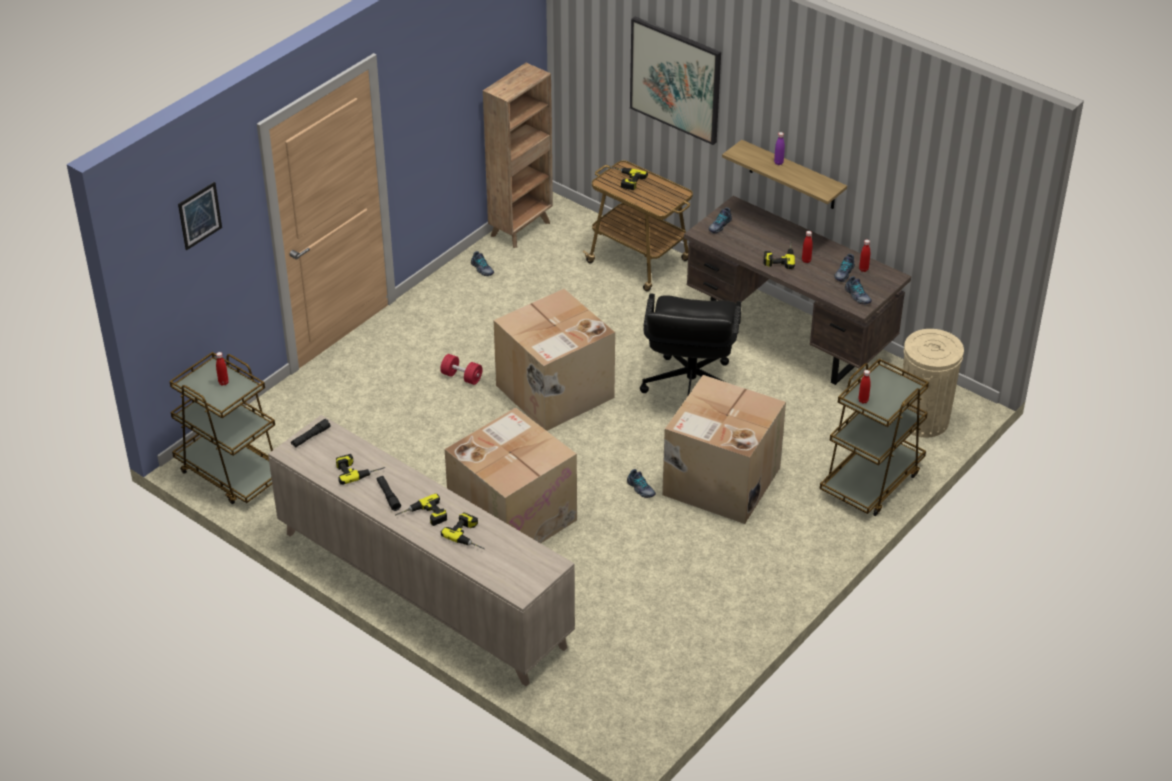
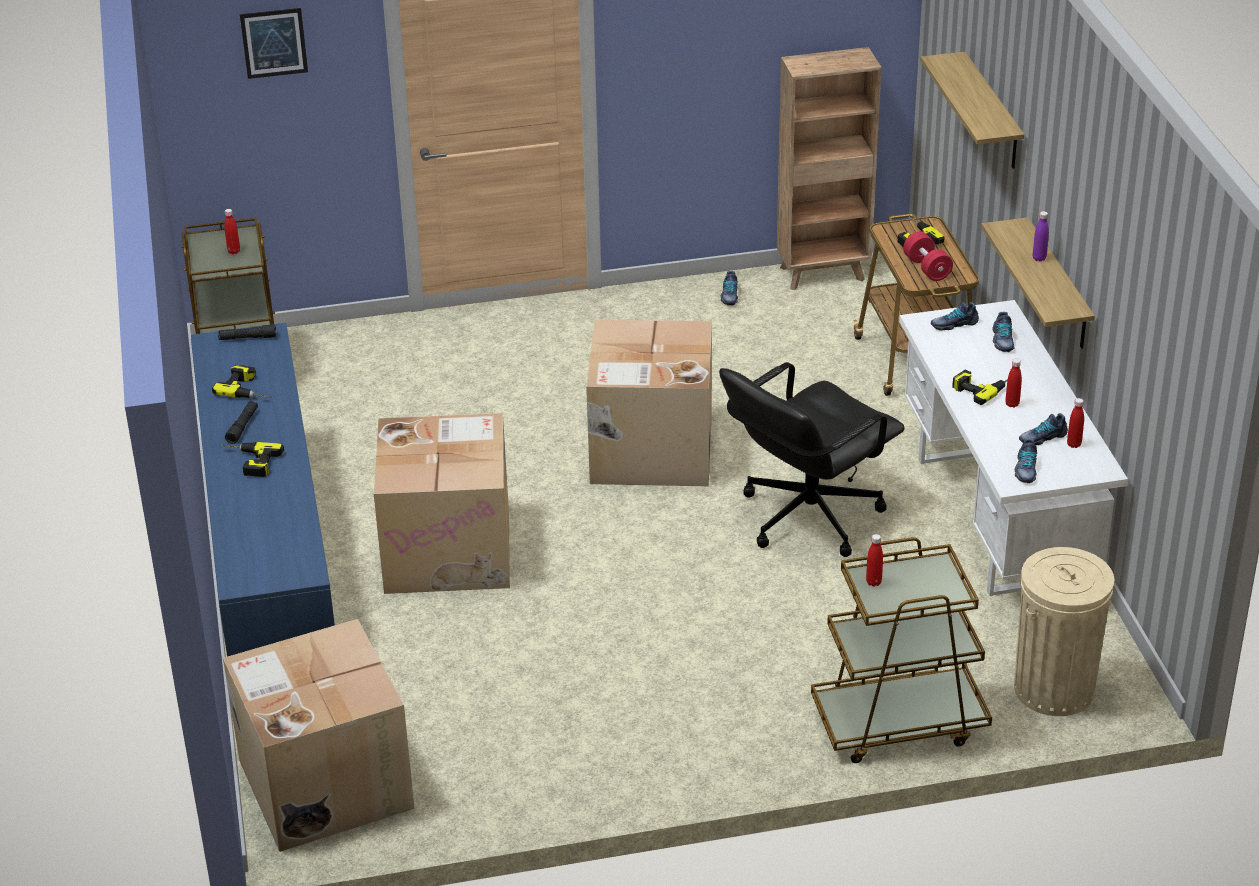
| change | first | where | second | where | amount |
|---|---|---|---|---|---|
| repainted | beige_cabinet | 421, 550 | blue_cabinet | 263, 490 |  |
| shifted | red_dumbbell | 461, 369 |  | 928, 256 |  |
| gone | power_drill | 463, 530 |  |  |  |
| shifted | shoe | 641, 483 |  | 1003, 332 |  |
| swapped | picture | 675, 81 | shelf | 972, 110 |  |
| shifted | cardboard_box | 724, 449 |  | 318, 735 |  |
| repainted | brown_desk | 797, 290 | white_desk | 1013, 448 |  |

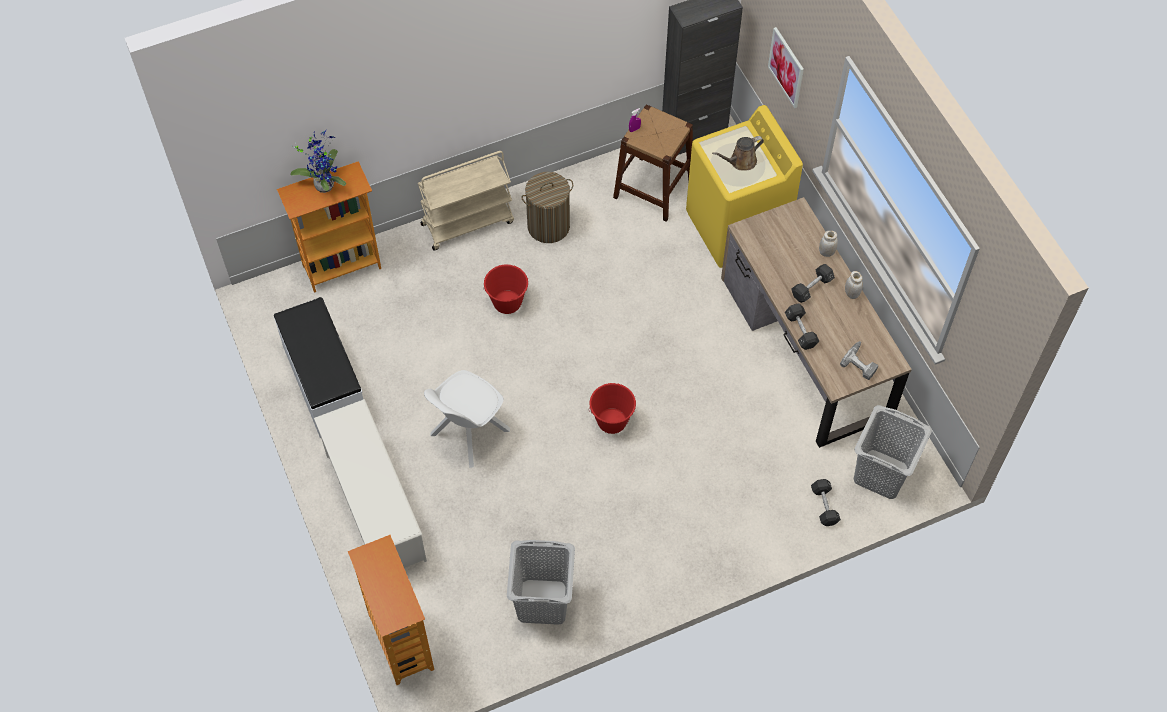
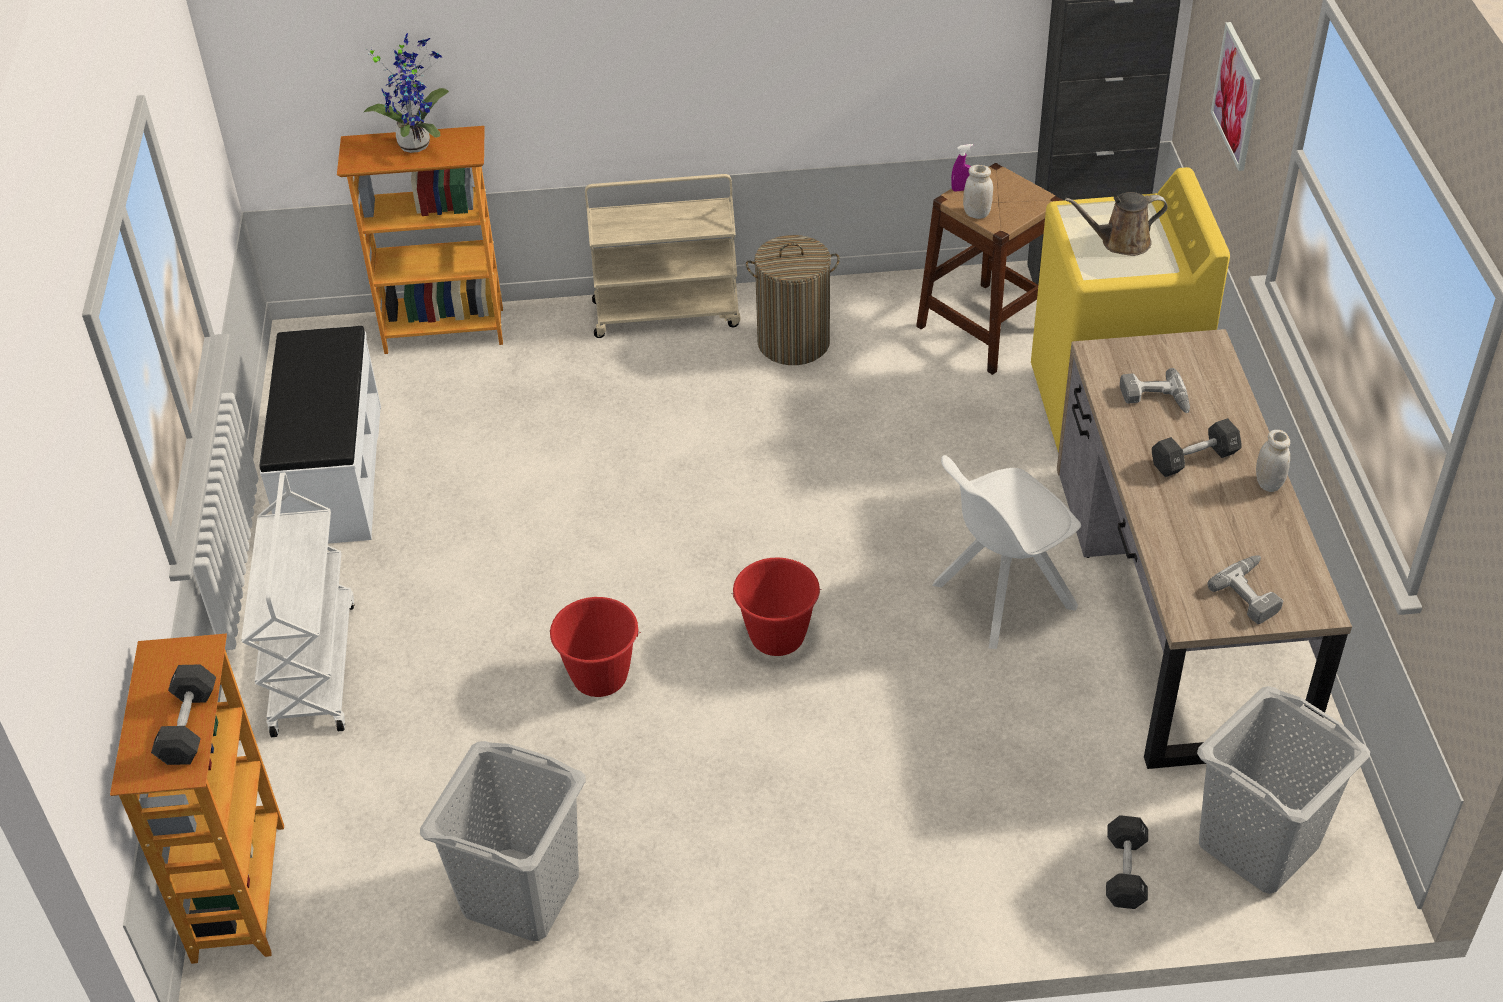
| change | first | where | second | where | amount |
|---|---|---|---|---|---|
| swapped | white_shoe_rack | 370, 483 | white_cart | 298, 604 |  |
| shifted | white_chair | 467, 419 |  | 1006, 552 |  |
| shifted | red_bucket | 505, 289 |  | 595, 647 |  |
| shifted | black_dumbbell | 802, 327 |  | 183, 714 |  |
| shifted | white_jar | 828, 244 |  | 978, 192 |  |
| new |  |  | power_drill | 1155, 390 |  |

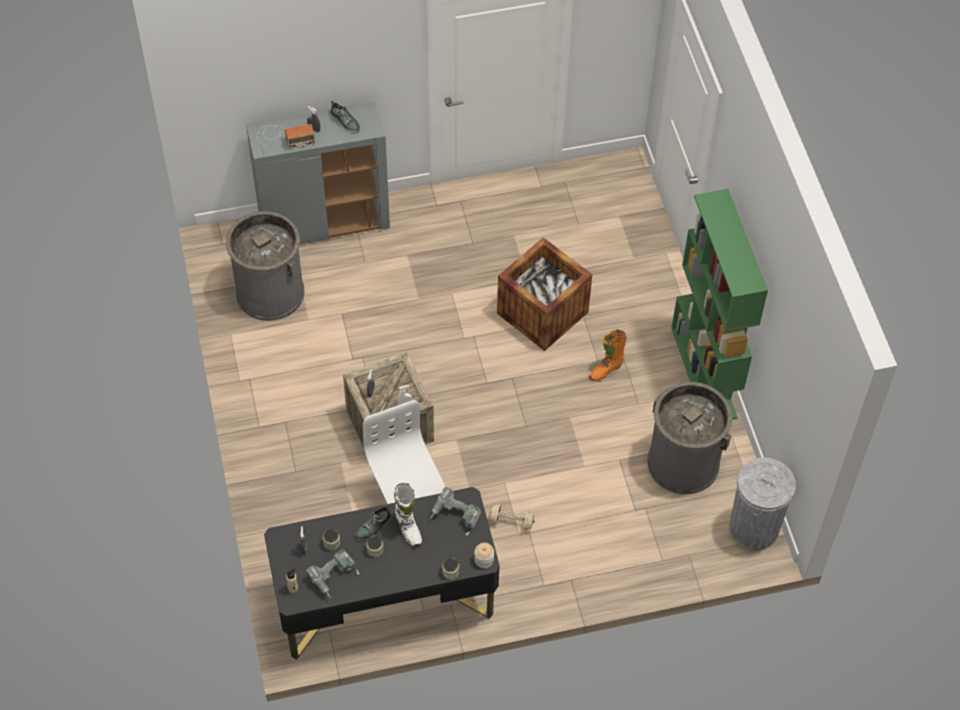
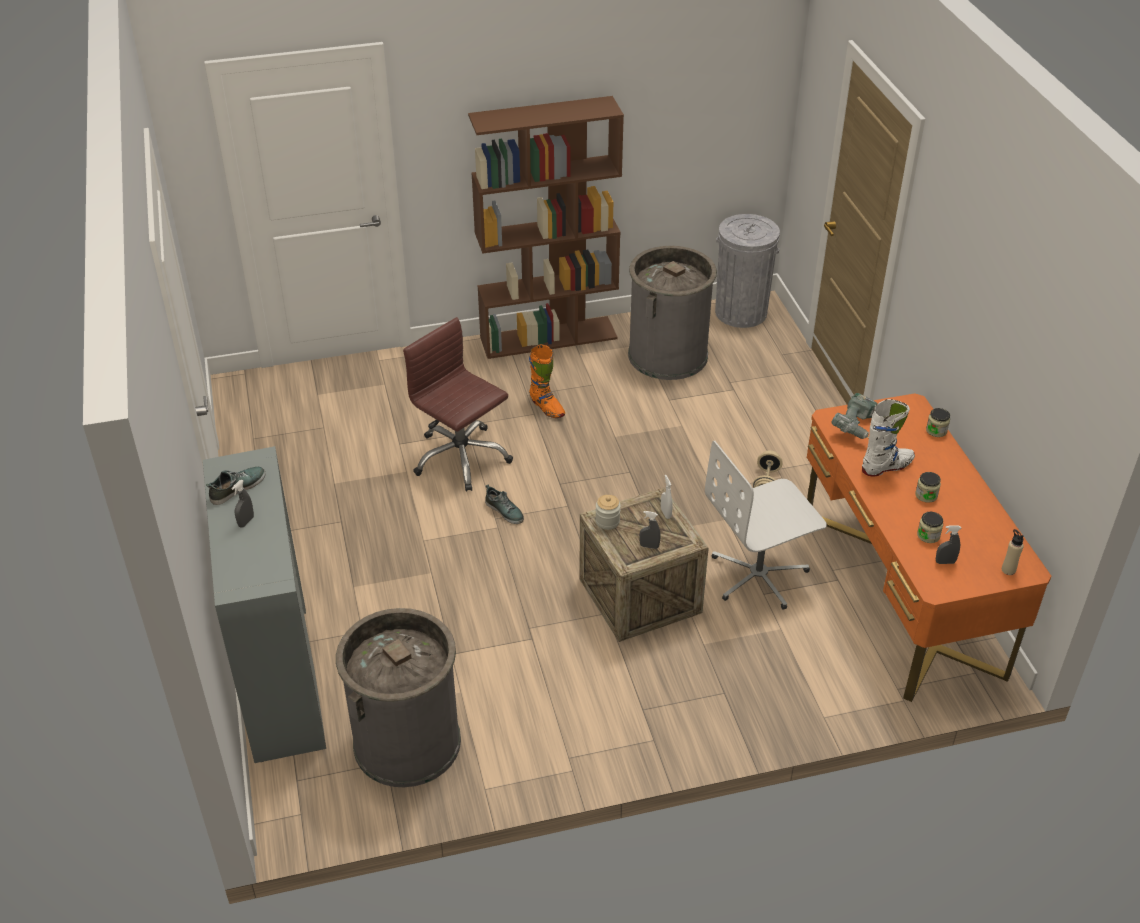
| change | first | where | second | where | amount |
|---|---|---|---|---|---|
| gone | radio | 286, 136 |  |  |  |
| repainted | black_desk | 382, 573 | orange_desk | 929, 547 |  |
| gone | power_drill | 332, 573 |  |  |  |
| shifted | shoe | 373, 523 |  | 504, 504 |  |
| shifted | jar | 484, 555 |  | 608, 512 |  |
| swapped | crate | 544, 294 | brown_office_chair | 458, 404 |  |
| repainted | green_bookcase | 720, 304 | brown_bookcase | 546, 227 |  |

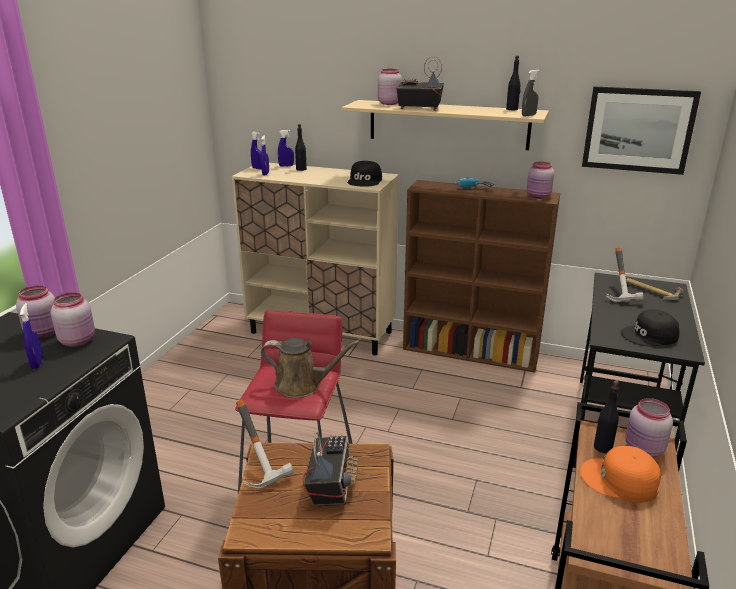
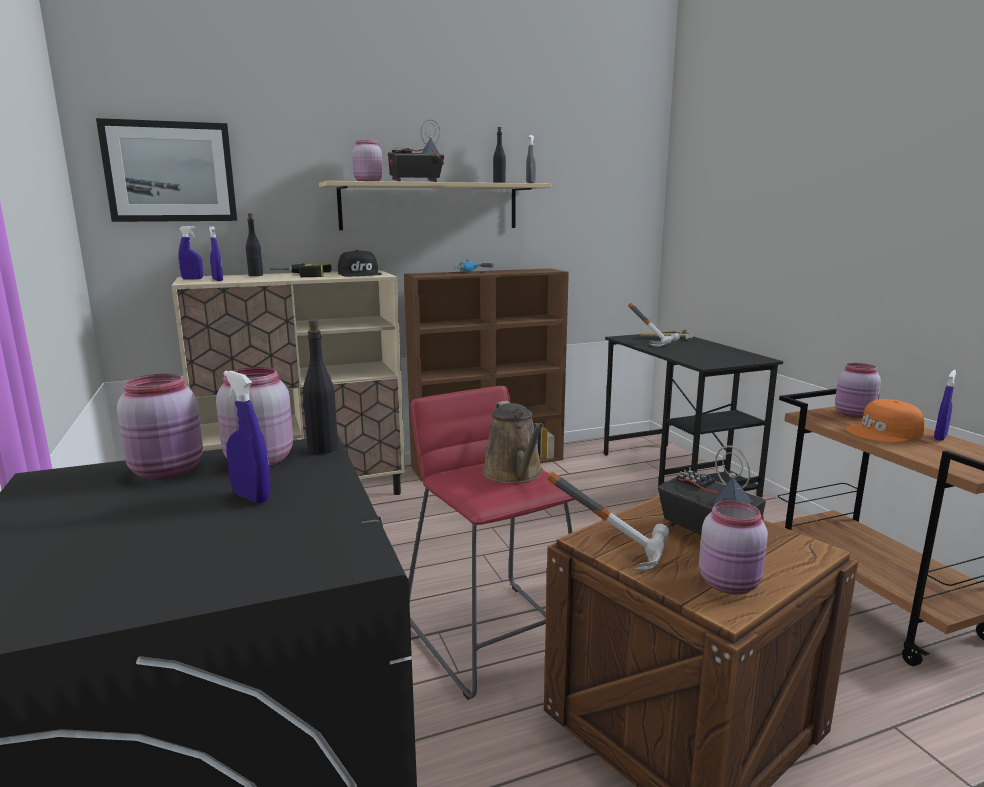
| change | first | where | second | where | amount |
|---|---|---|---|---|---|
| rotated | brown_watering_can | 310, 368 |  | 513, 442 | 105 degrees clockwise |
| shifted | blue_spray_bottle | 286, 148 |  | 945, 405 |  |
| shifted | pink_jar | 540, 180 |  | 733, 547 |  |
| shifted | picture | 641, 130 |  | 166, 170 |  |
| shifted | black_bottle | 606, 417 |  | 320, 387 |  |
| gone | black_cap | 650, 328 |  |  |  |
| new |  |  | power_drill | 301, 270 |  |

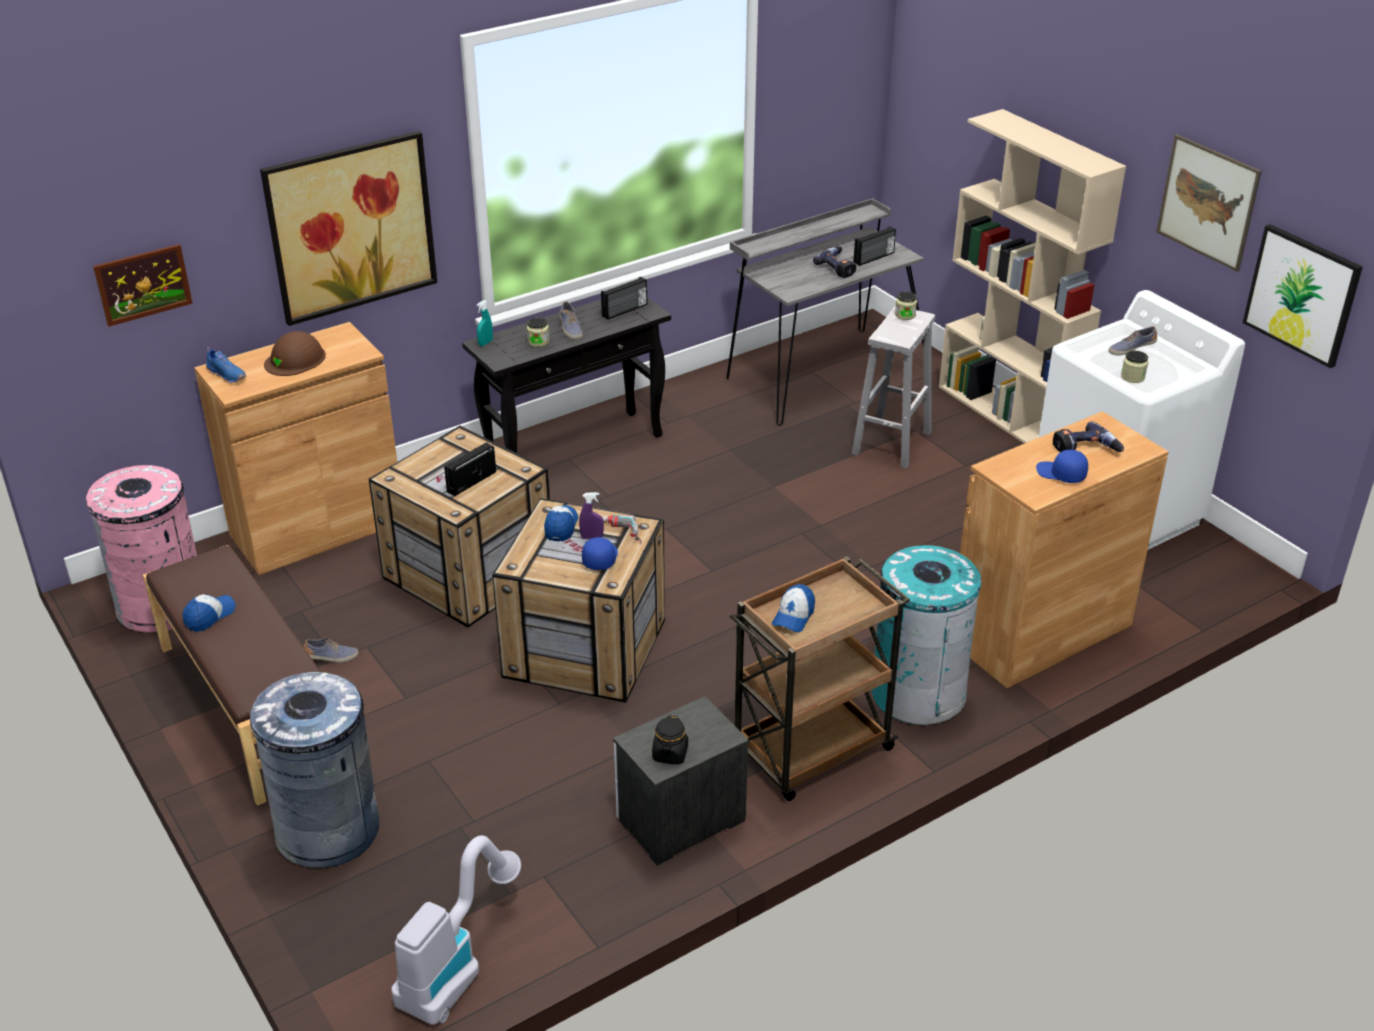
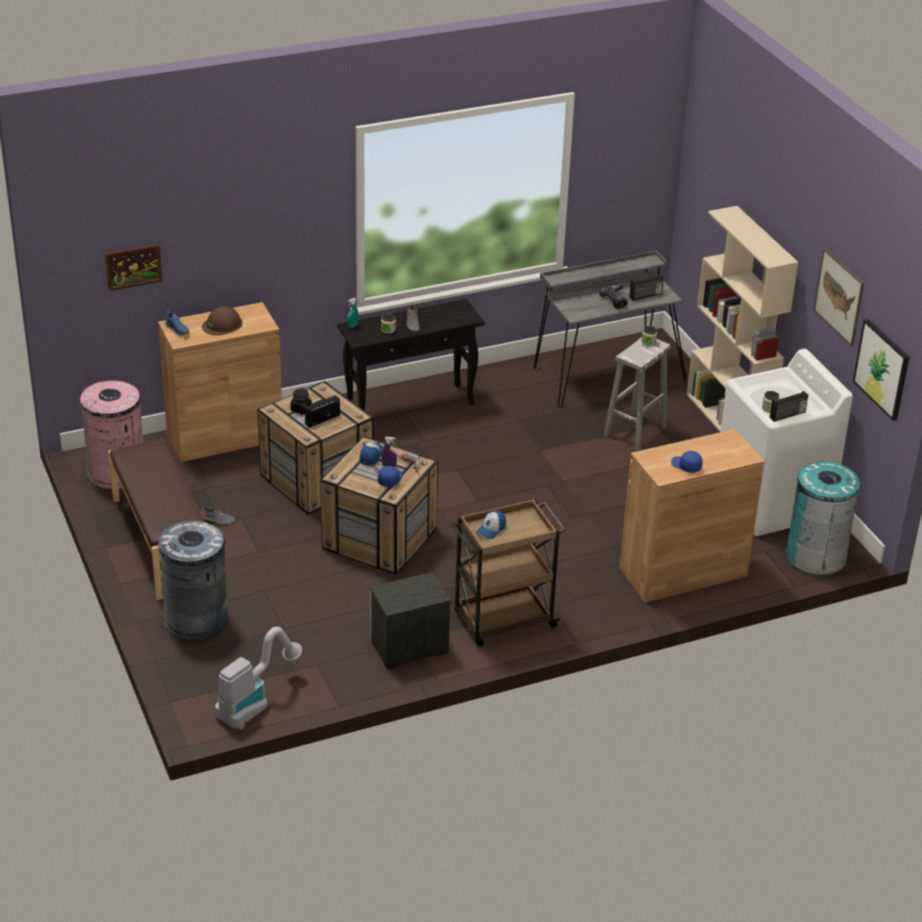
| change | first | where | second | where | amount |
|---|---|---|---|---|---|
| gone | cap | 208, 613 |  |  |  |
| gone | picture | 348, 228 |  |  |  |
| shifted | radio | 624, 298 |  | 789, 406 |  |
| shifted | black_jar | 670, 740 |  | 301, 401 |  |
| shifted | turquoise_trash_can | 927, 635 |  | 824, 518 |  |
| gone | power_drill | 1088, 436 |  |  |  |
| gone | shoe | 1133, 340 |  |  |  |

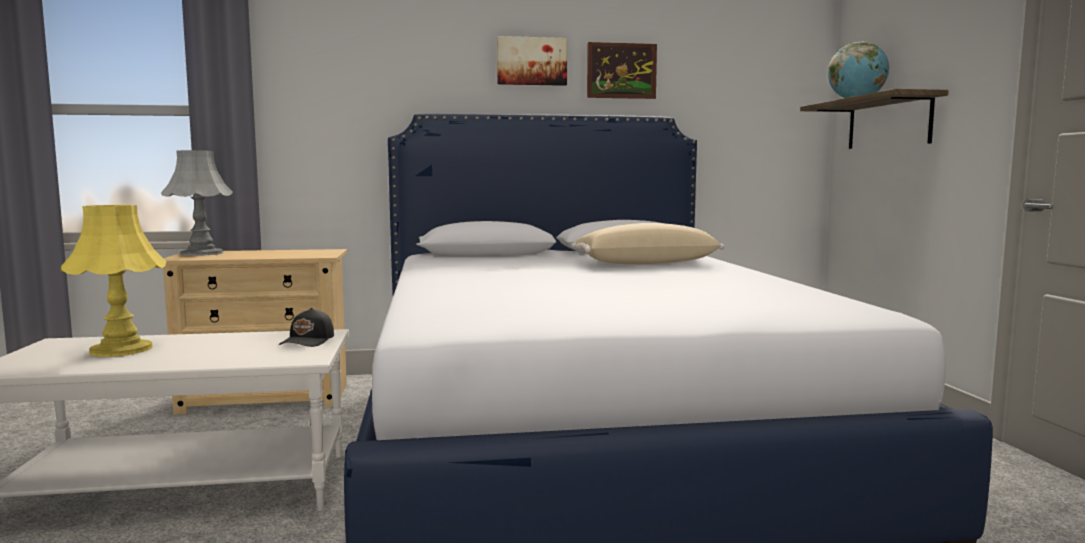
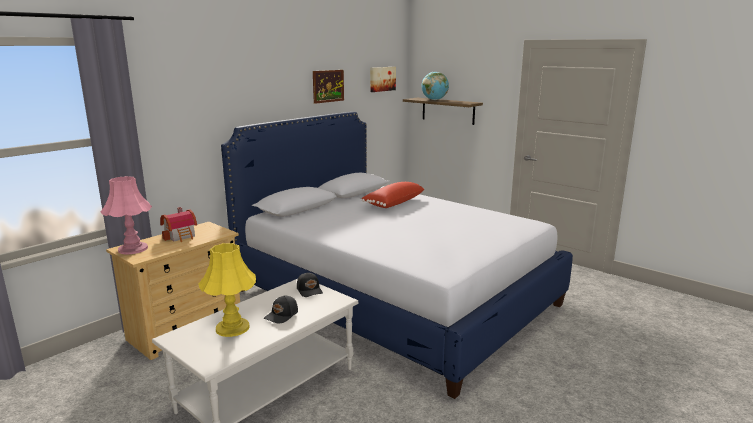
| change | first | where | second | where | amount |
|---|---|---|---|---|---|
| repainted | grey_table_lamp | 197, 203 | pink_table_lamp | 126, 215 |  |
| shifted | picture | 532, 61 |  | 383, 79 |  |
| repainted | beige_pillow | 647, 243 | red_pillow | 393, 195 |  |
| new |  |  | toy_house | 178, 224 |  |
| new |  |  | black_cap | 281, 309 |  |

